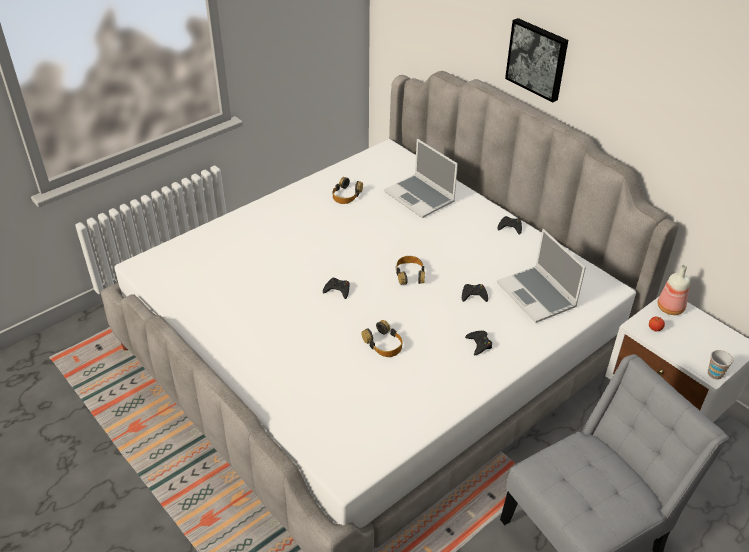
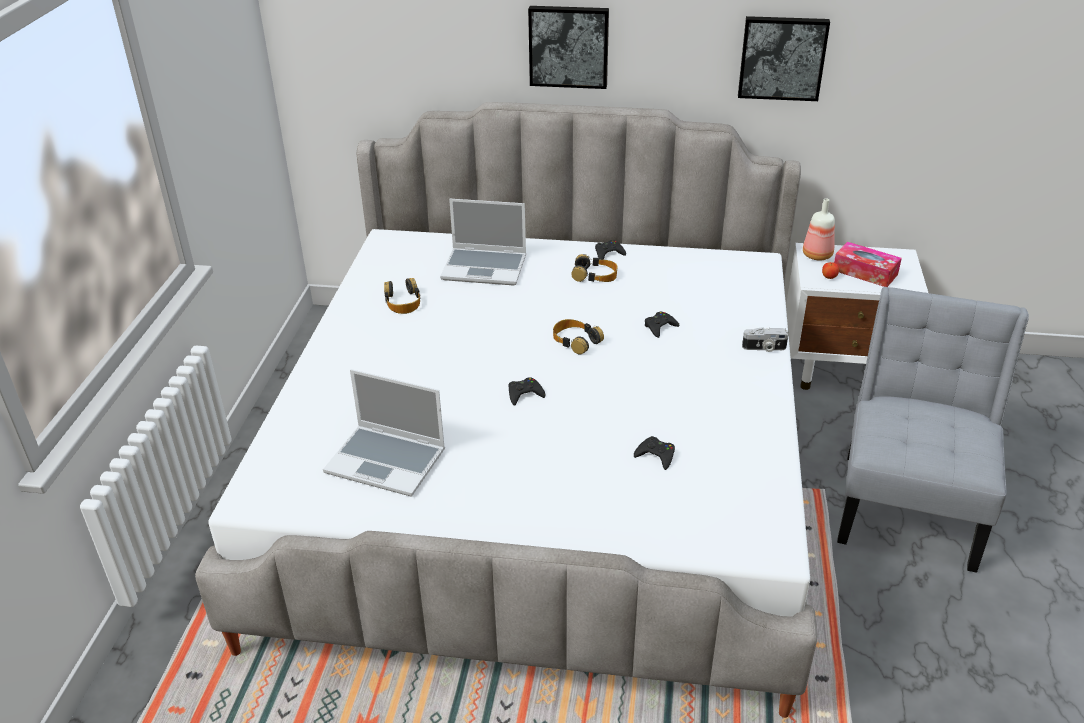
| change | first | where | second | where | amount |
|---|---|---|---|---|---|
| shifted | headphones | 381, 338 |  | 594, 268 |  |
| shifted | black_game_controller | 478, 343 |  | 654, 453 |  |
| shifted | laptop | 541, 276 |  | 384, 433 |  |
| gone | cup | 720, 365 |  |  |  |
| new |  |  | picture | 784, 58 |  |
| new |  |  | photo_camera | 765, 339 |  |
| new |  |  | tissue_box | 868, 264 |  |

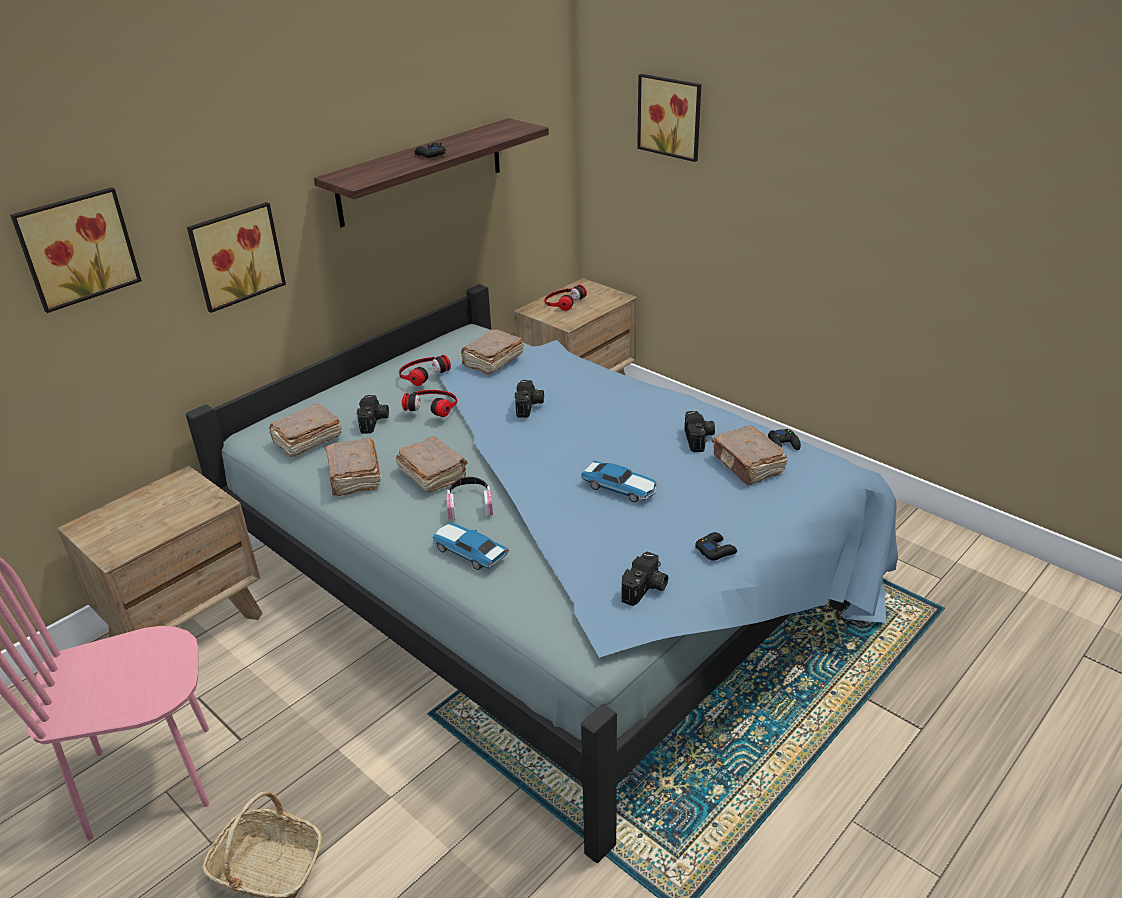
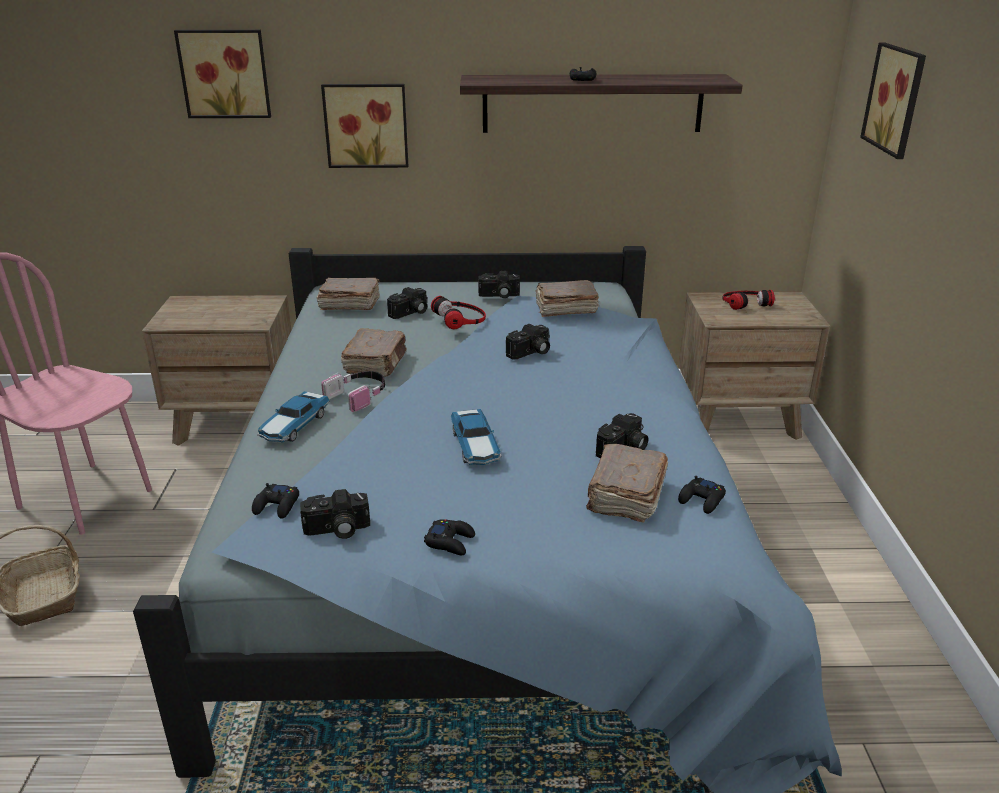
| change | first | where | second | where | amount |
|---|---|---|---|---|---|
| gone | brown_book | 353, 467 |  |  |  |
| swapped | headphones | 425, 370 | photo_camera | 499, 284 |  |
| rotated | toy_car | 470, 546 |  | 293, 417 | 150 degrees counterclockwise |
| new |  |  | black_game_controller | 275, 501 |  |

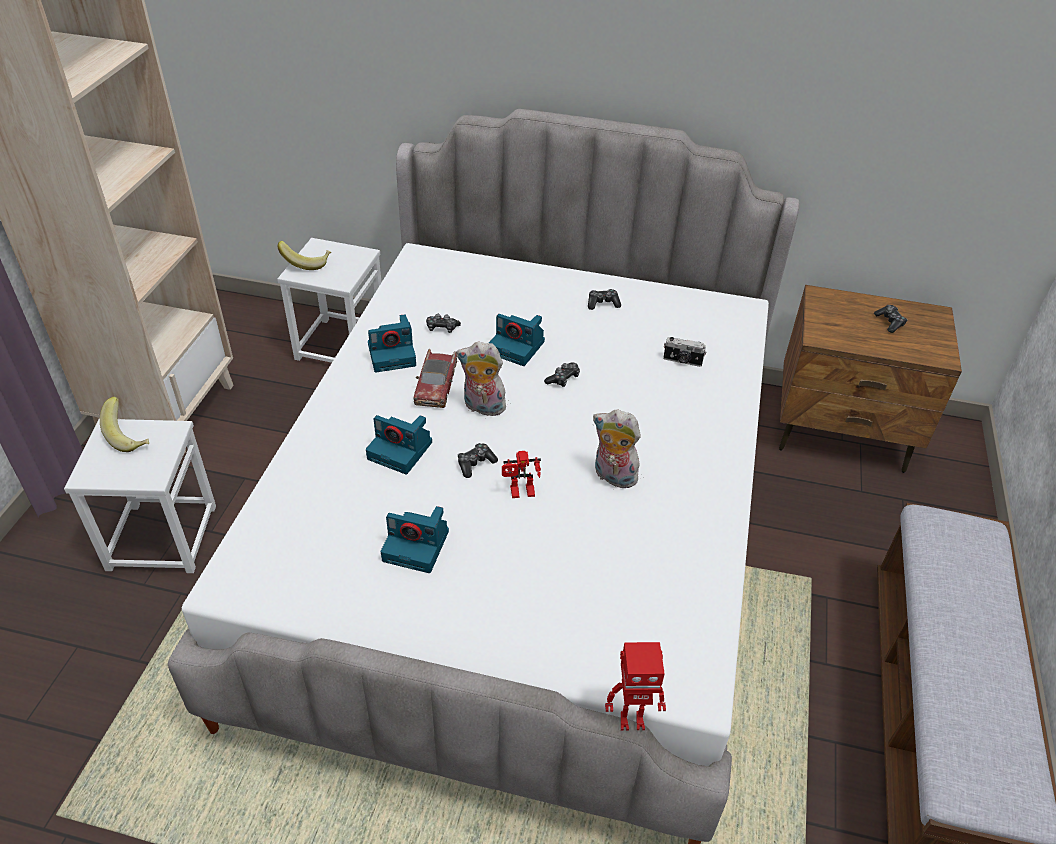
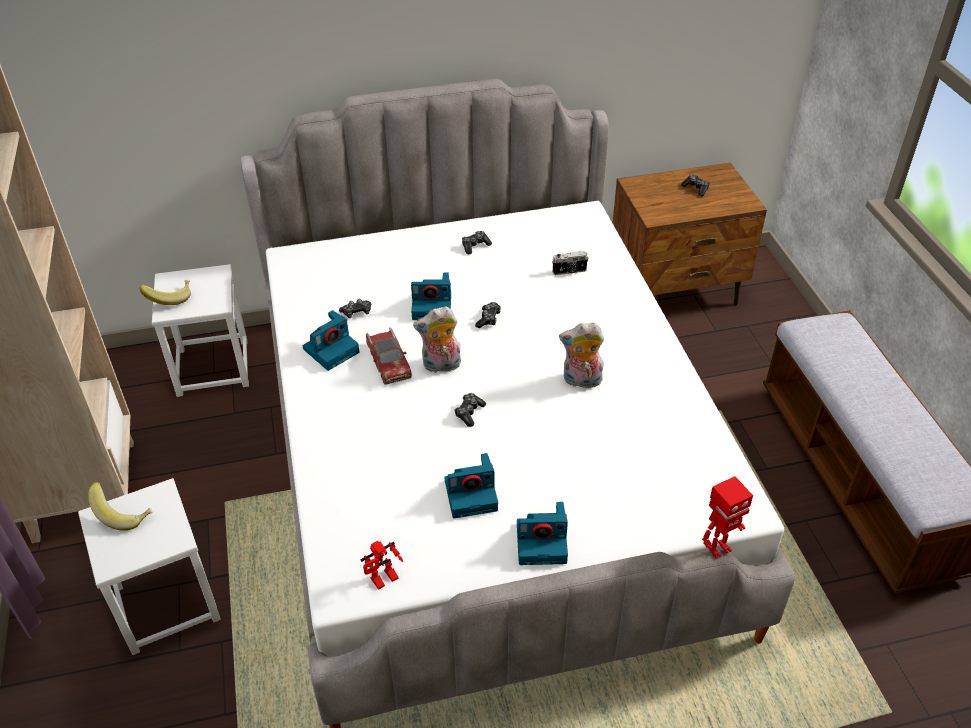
| change | first | where | second | where | amount |
|---|---|---|---|---|---|
| shifted | photo_camera | 399, 445 |  | 542, 533 |  |
| shifted | toy_robot | 521, 474 |  | 382, 565 |  |

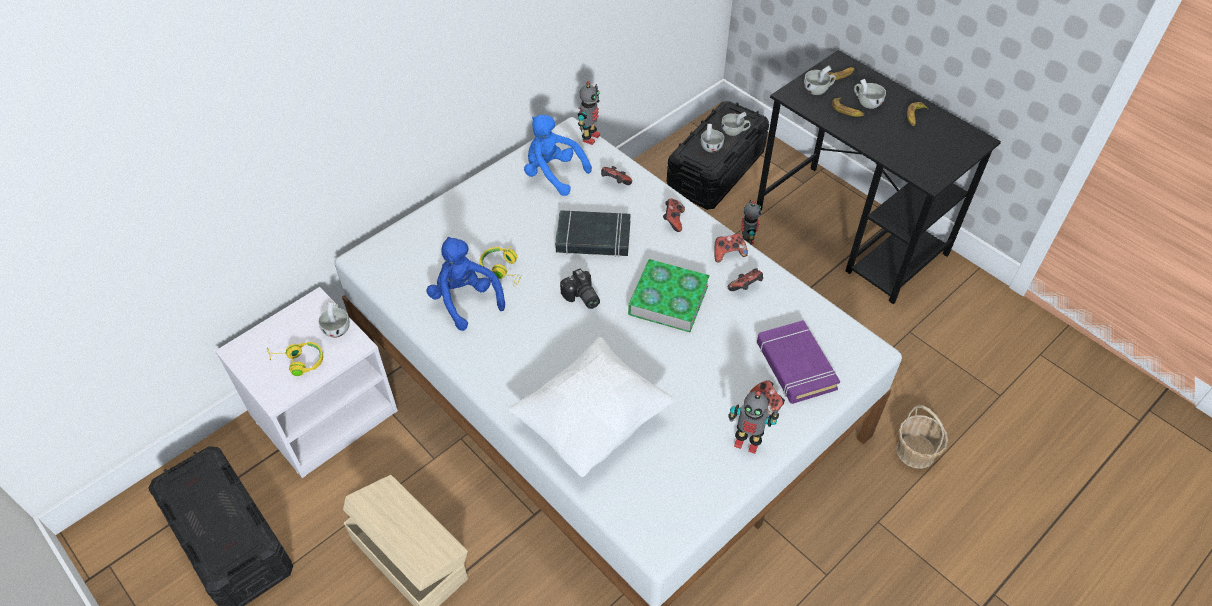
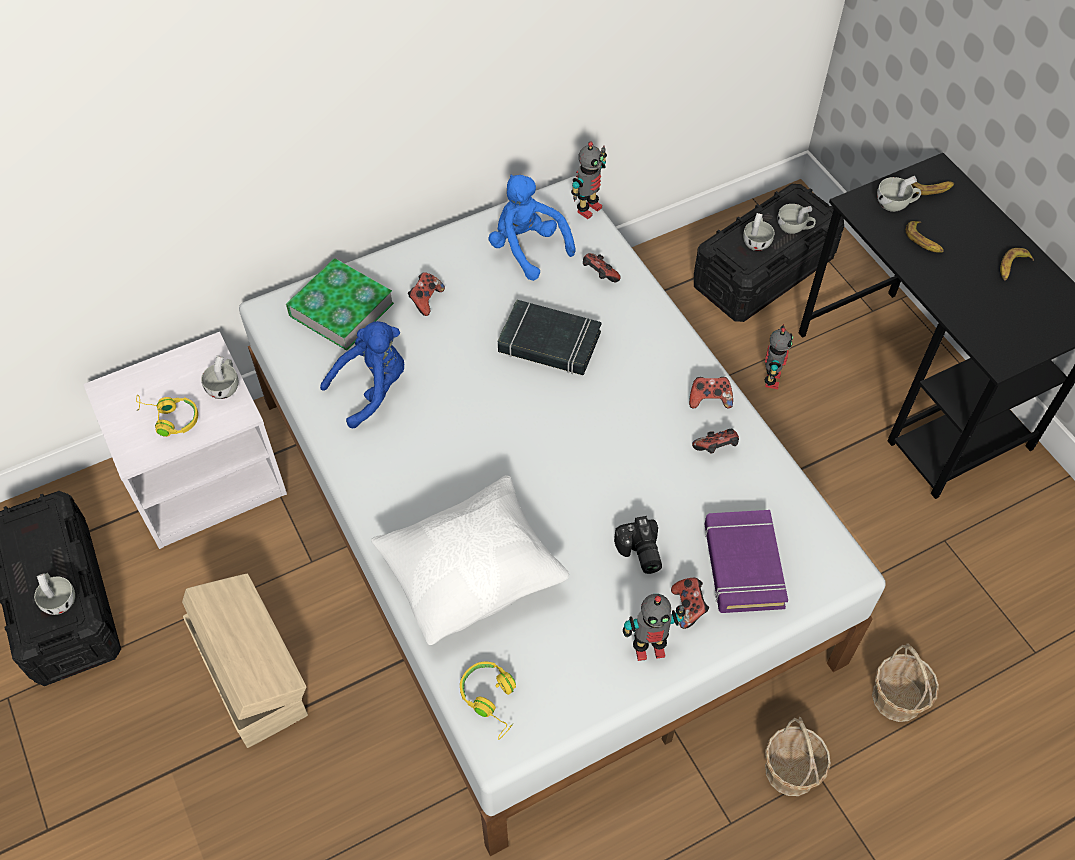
| change | first | where | second | where | amount |
|---|---|---|---|---|---|
| rotated | blue_plush_toy | 465, 284 |  | 362, 374 | 75 degrees clockwise |
| shifted | yellow_headphones | 500, 266 |  | 488, 701 |  |
| shifted | photo_camera | 580, 288 |  | 638, 545 |  |
| shifted | book | 669, 295 |  | 340, 304 |  |
| shifted | game_controller | 674, 215 |  | 426, 294 |  |
| rotated | toy_robot | 753, 422 |  | 654, 627 | 45 degrees counterclockwise |
| shifted | white_cup | 870, 94 |  | 54, 594 |  |
| new |  |  | basket | 798, 756 |  |

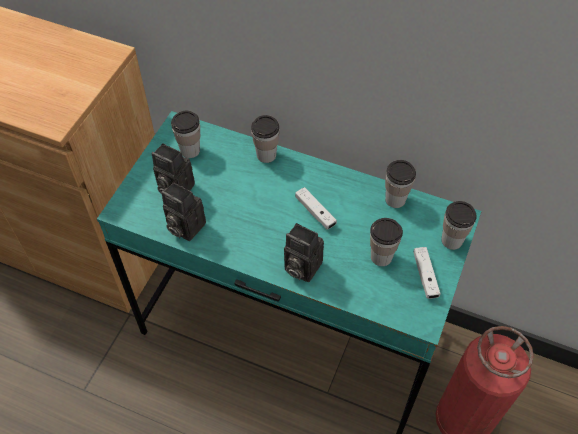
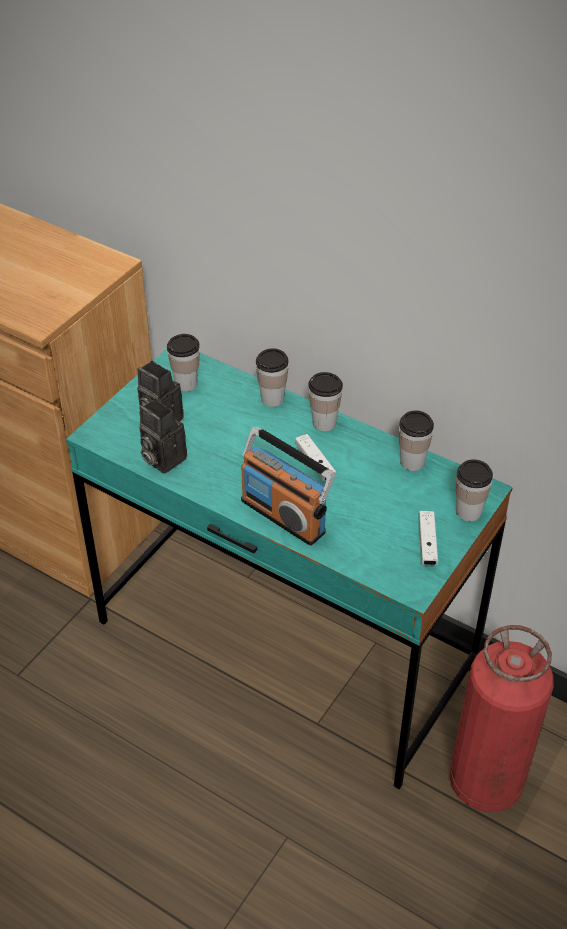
| change | first | where | second | where | amount |
|---|---|---|---|---|---|
| swapped | photo_camera | 304, 252 | radio | 288, 486 |  |
| shifted | cup | 386, 242 |  | 326, 401 |  |

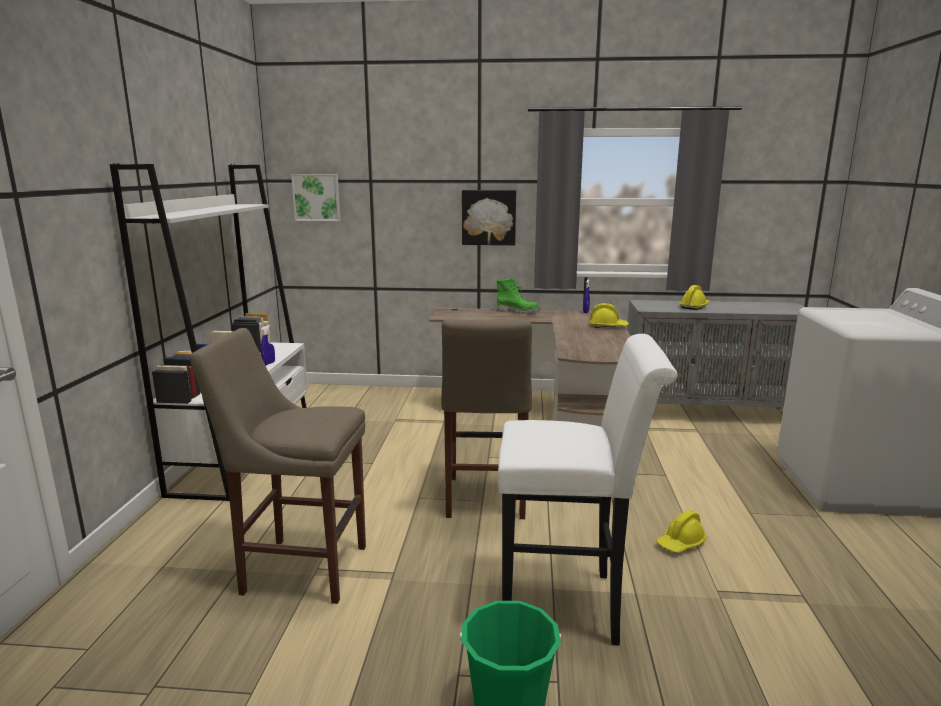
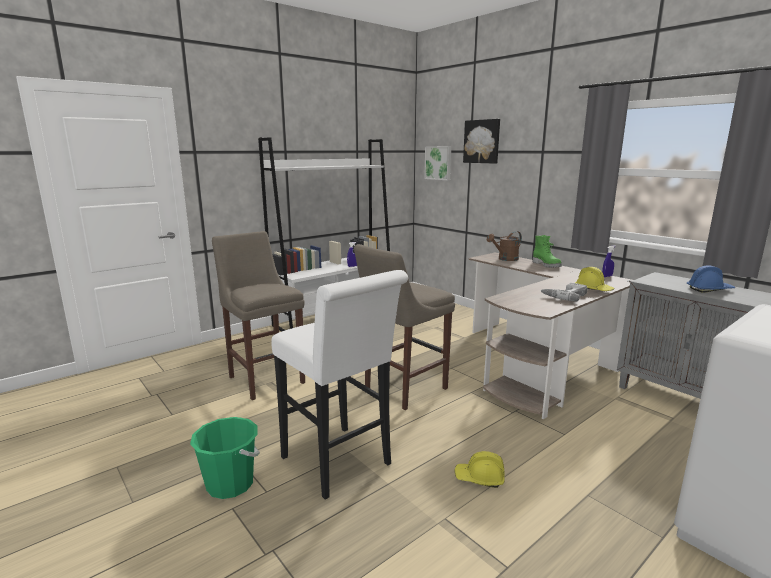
| change | first | where | second | where | amount |
|---|---|---|---|---|---|
| shifted | picture | 489, 217 |  | 481, 141 |  |
| repainted | yellow_hard_hat | 694, 297 | blue_hard_hat | 711, 279 |  |
| new |  |  | brown_watering_can | 504, 246 |  |
| new |  |  | power_drill | 564, 292 |  |

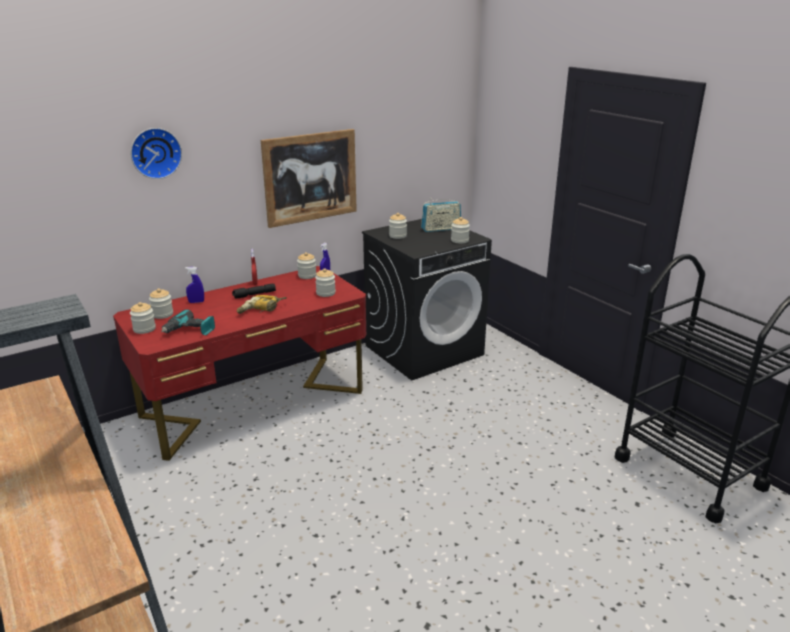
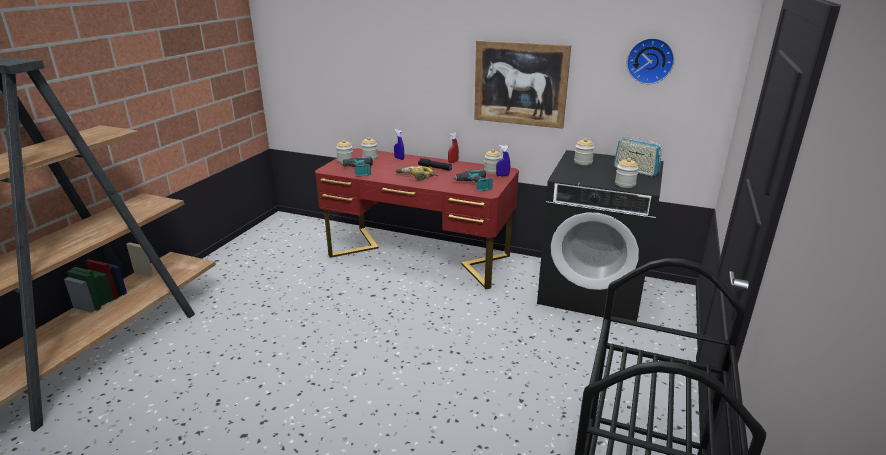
| change | first | where | second | where | amount |
|---|---|---|---|---|---|
| shifted | wall_clock | 156, 153 |  | 650, 61 |  |
| swapped | jar | 325, 283 | power_drill | 472, 180 |  |

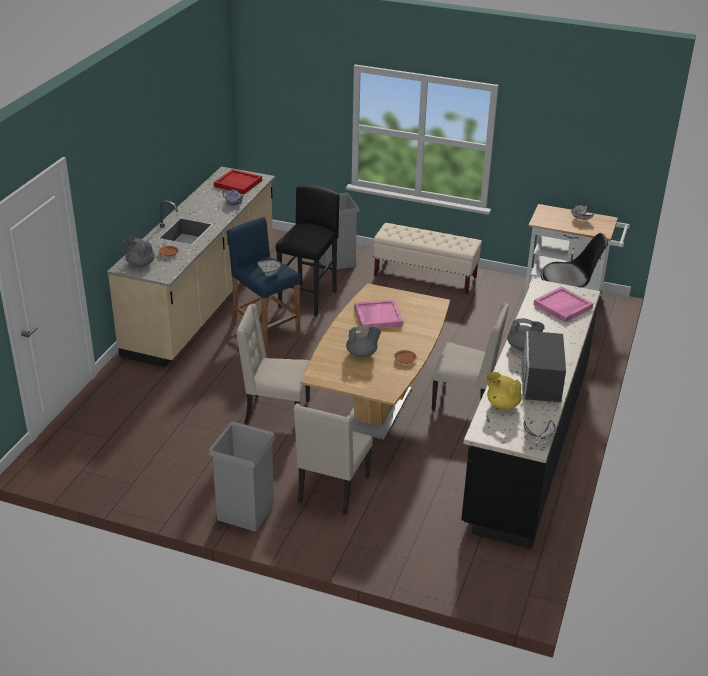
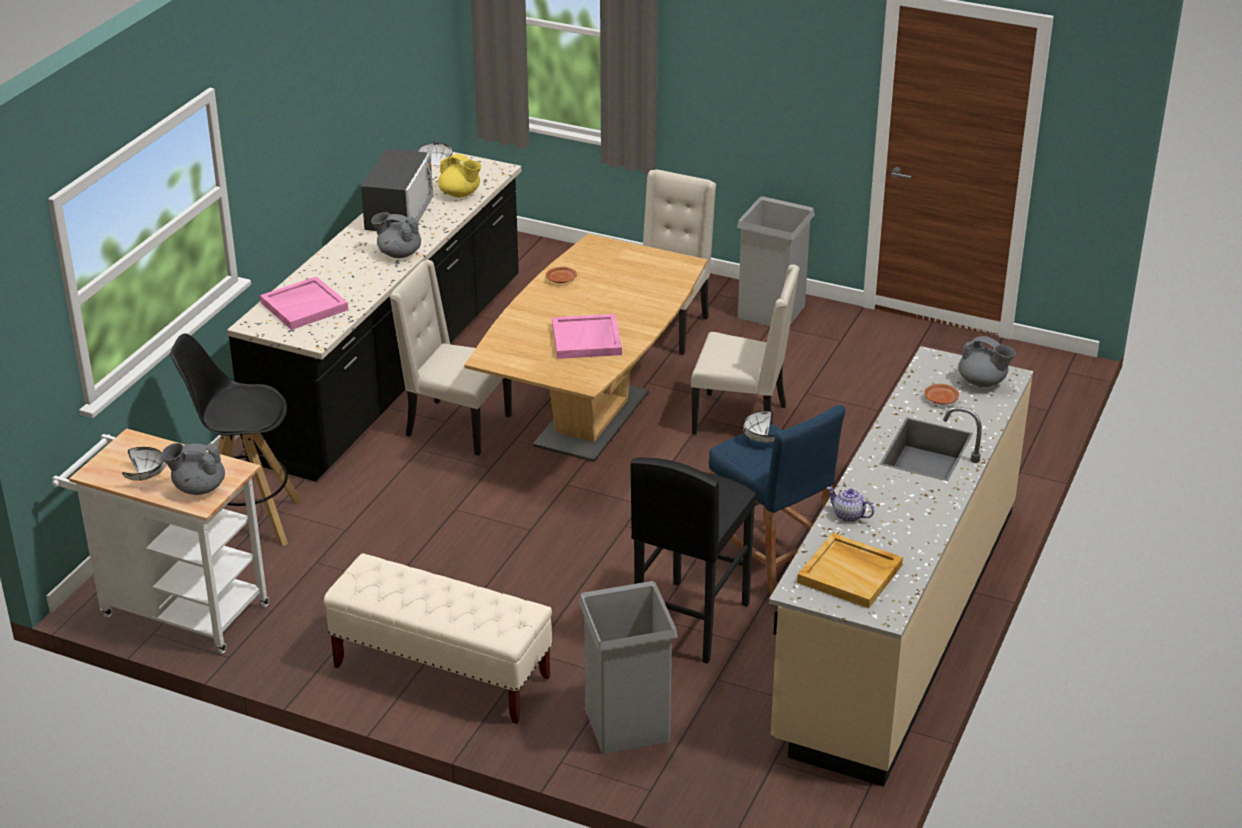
| change | first | where | second | where | amount |
|---|---|---|---|---|---|
| repainted | red_tray | 238, 181 | beige_tray | 850, 570 |  |
| shifted | grey_teapot | 363, 342 |  | 193, 469 |  |

